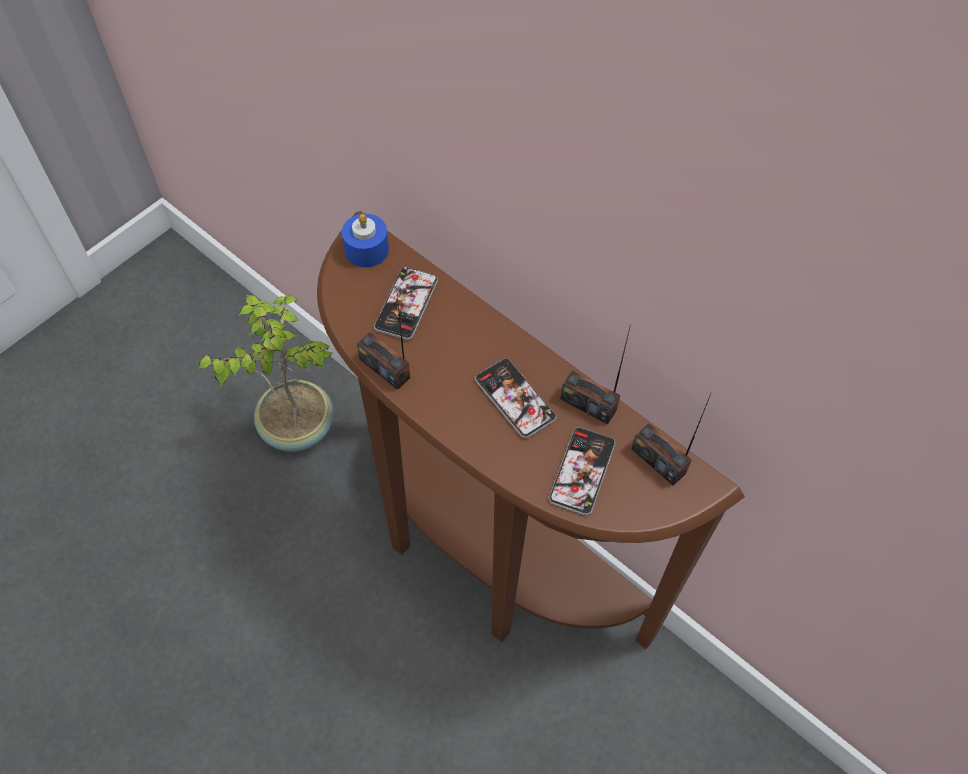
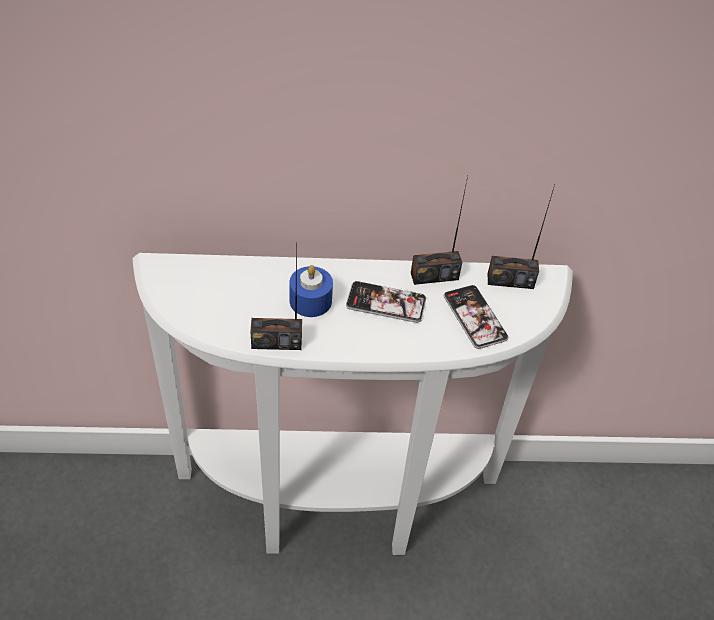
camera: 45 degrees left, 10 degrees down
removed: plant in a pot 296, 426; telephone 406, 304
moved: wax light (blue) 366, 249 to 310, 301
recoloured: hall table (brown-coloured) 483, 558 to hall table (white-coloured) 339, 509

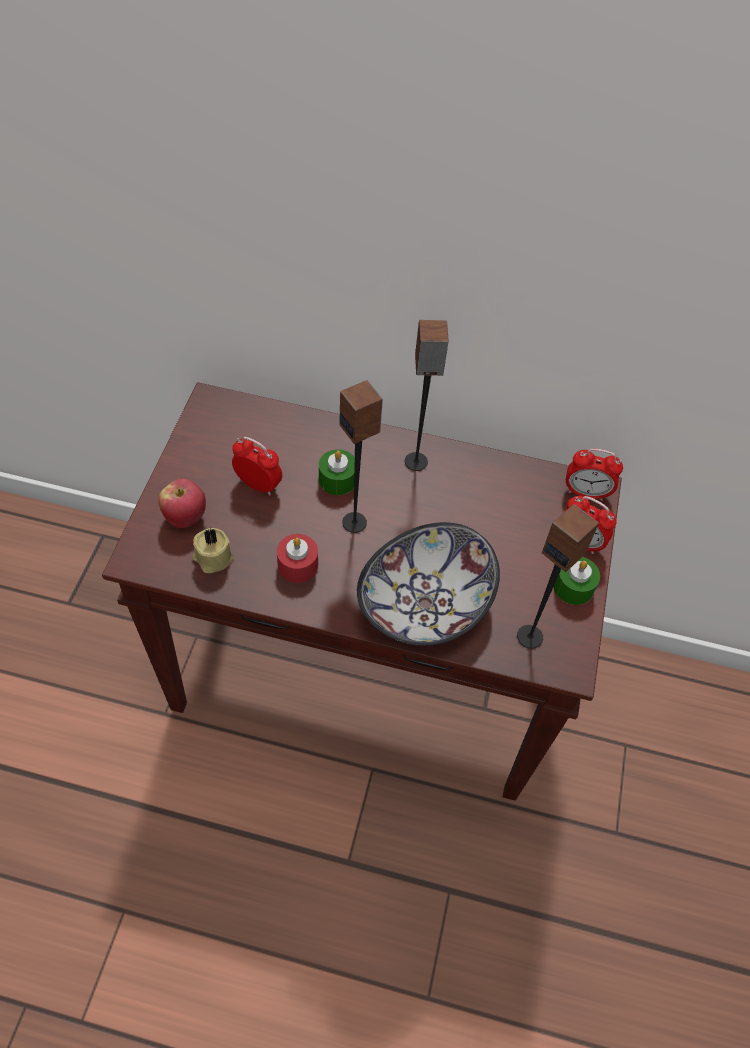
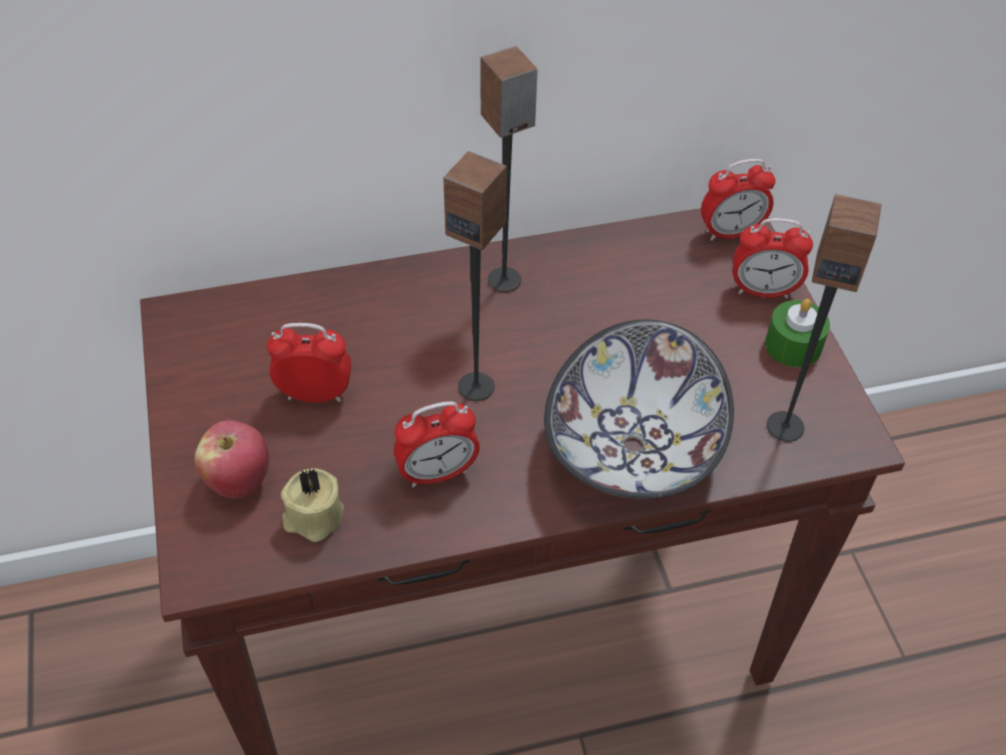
camera: 25 degrees left, 5 degrees down
removed: wax light (green) 337, 480
replaced: wax light (red) 297, 565 to alarm clock 437, 473

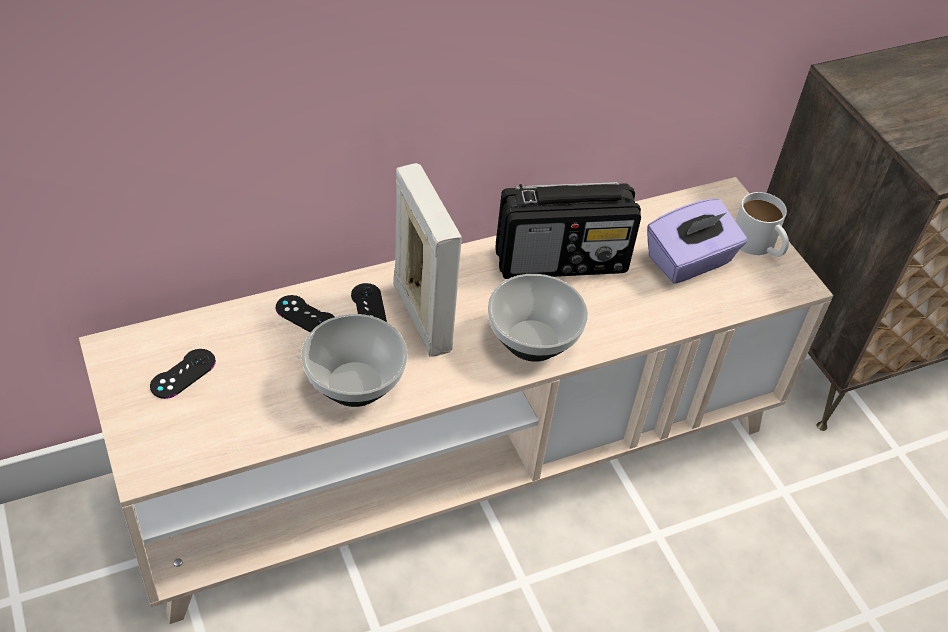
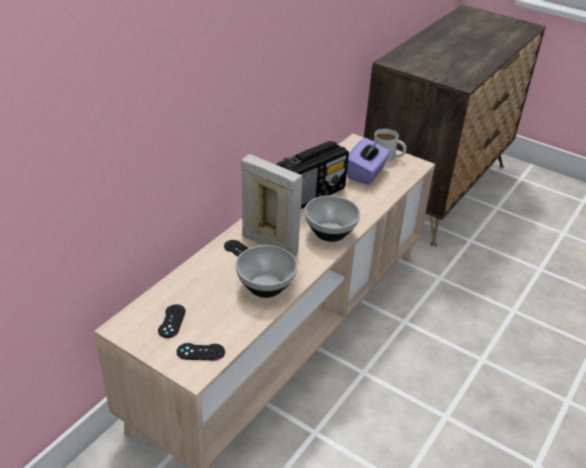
camera: 30 degrees left, 10 degrees down
moved: gamepad (blackish) 306, 316 to 200, 352

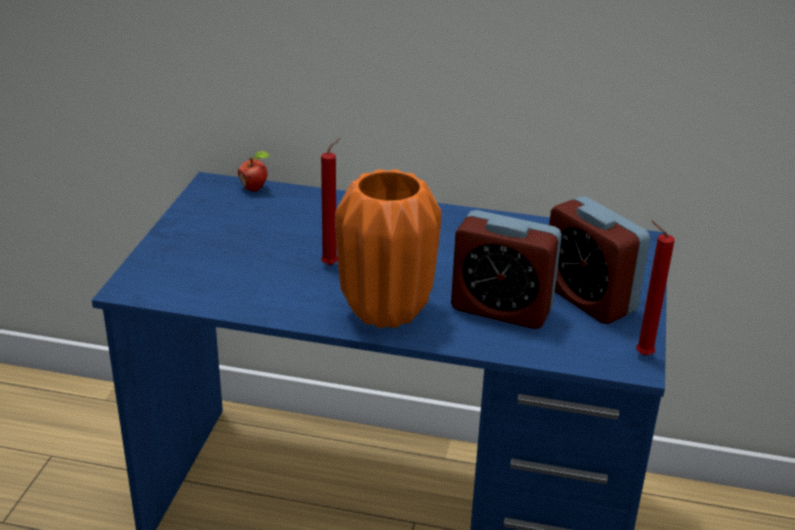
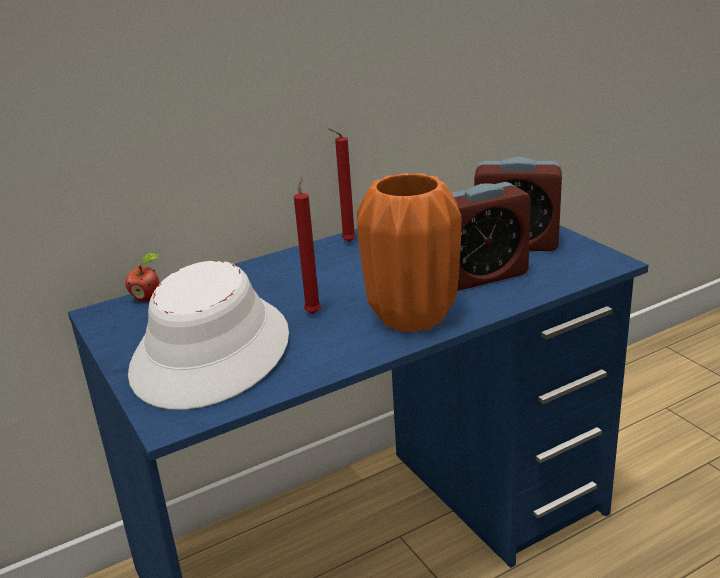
camera: 40 degrees left, 5 degrees down
added: wearable hat (white-coloured) 212, 353
moved: wax light (red) 641, 354 to 346, 242

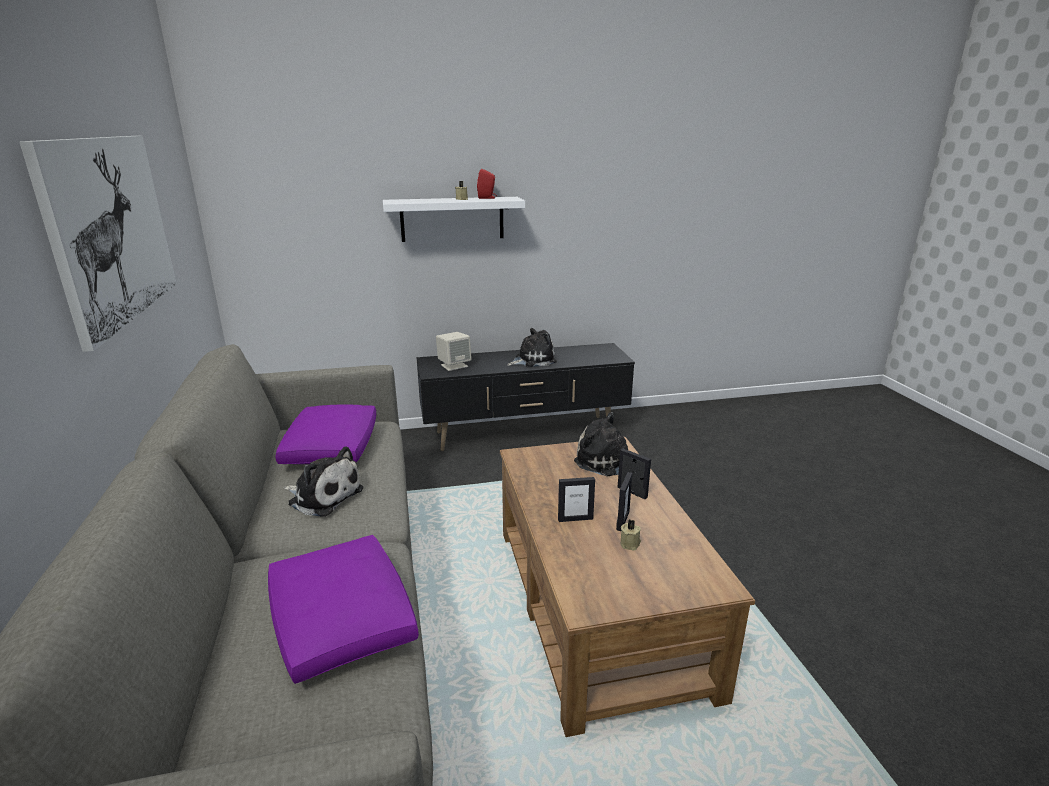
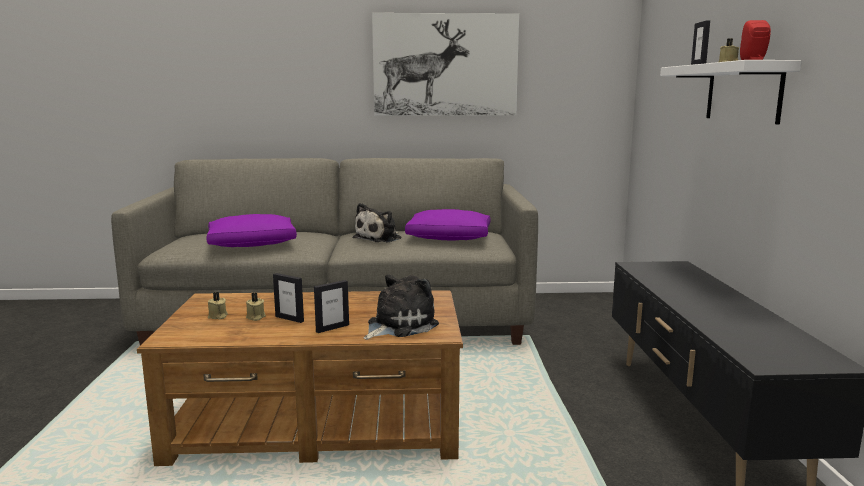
camera: 100 degrees right, 10 degrees down
removed: speaker (sand-coloured) 454, 365; cuddly toy 533, 360
added: wax light (sand-coloured) 218, 316
moved: picture frame 575, 519 to 698, 64

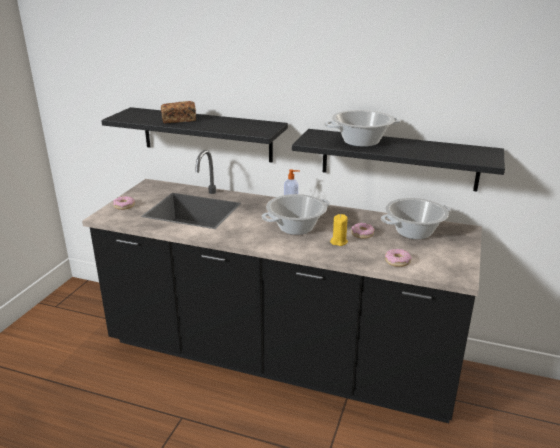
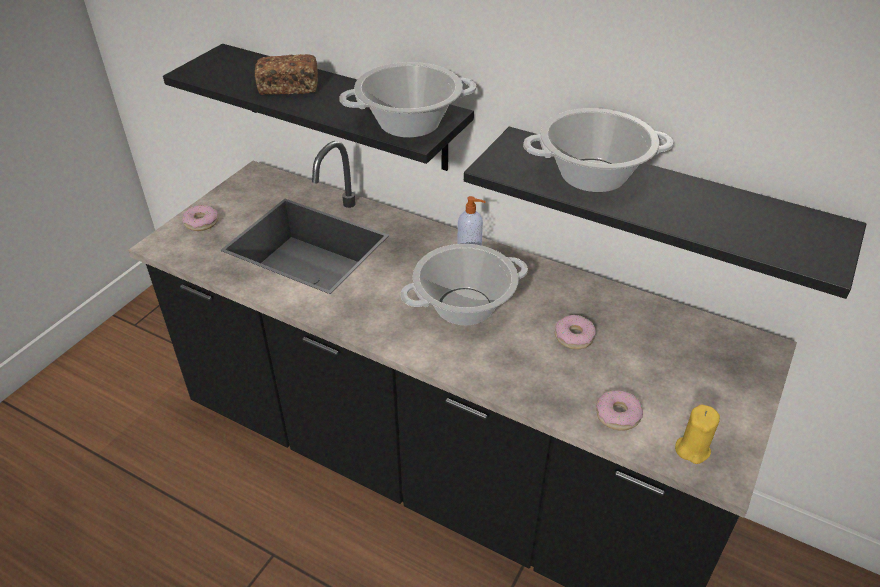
camera: 10 degrees right, 15 degrees up
moved: cooking pot 413, 231 to 409, 123; wax light (yellow-coloured) 338, 242 to 692, 449

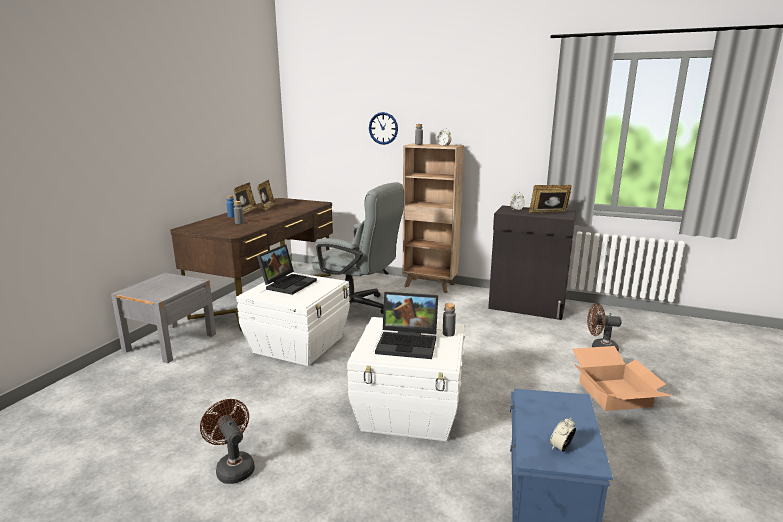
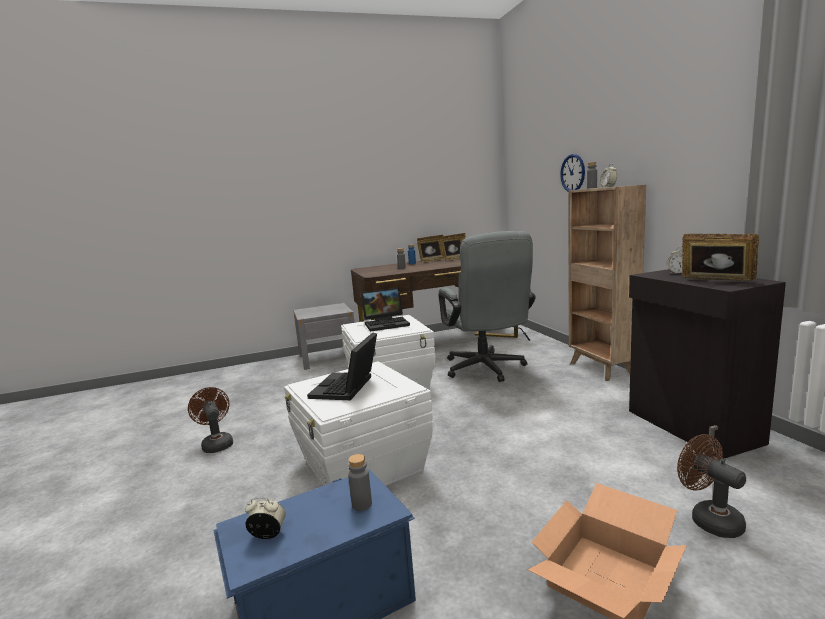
camera: 50 degrees right, 5 degrees down
moved: bottle (greyish) 448, 333 to 362, 504
turned: cooling fan (brown-coloured) 233, 467 = 216, 444 45 degrees counterclockwise; notebook computer 409, 343 = 347, 388 45 degrees clockwise

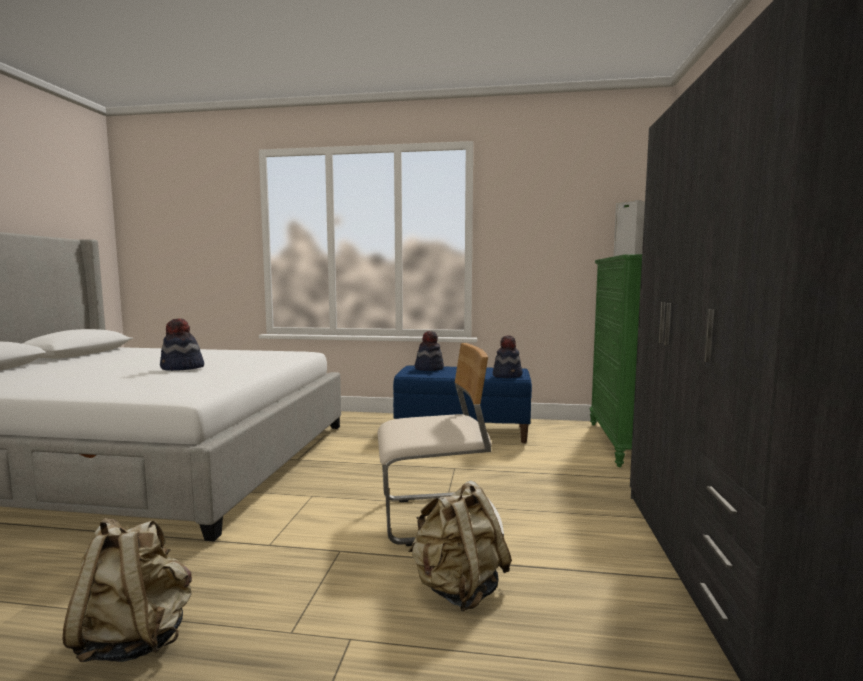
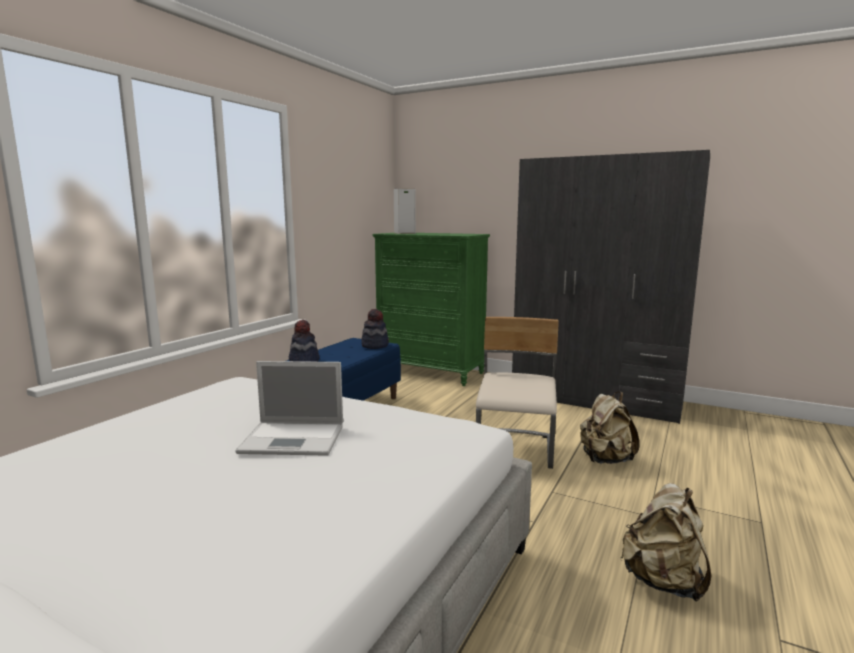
camera: 70 degrees left, 5 degrees up
replaced: wearable hat 182, 368 to notebook computer 295, 439

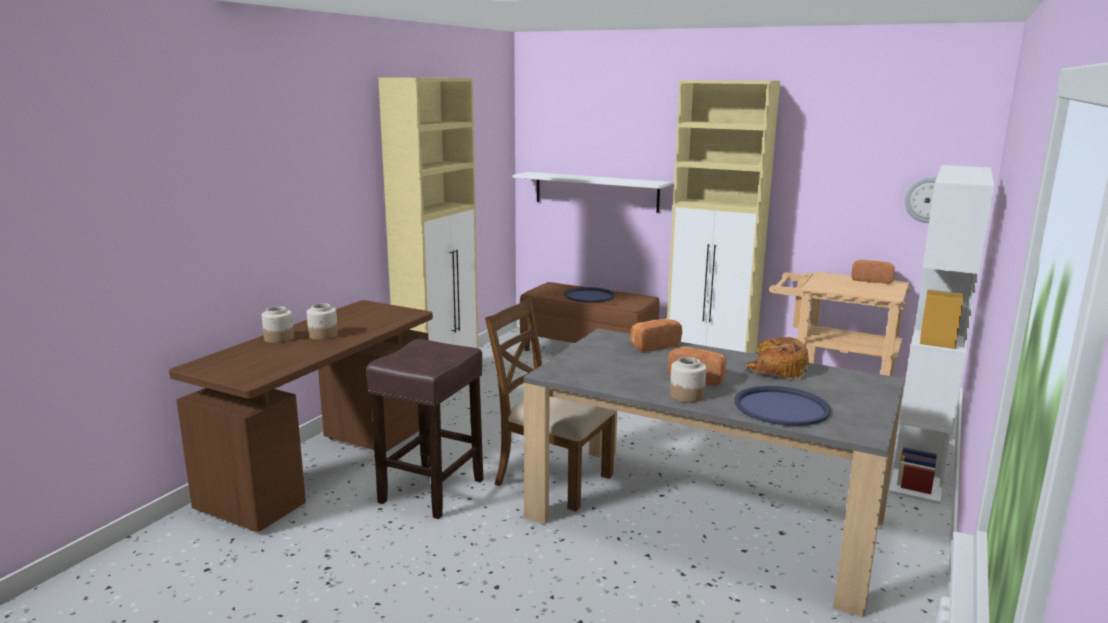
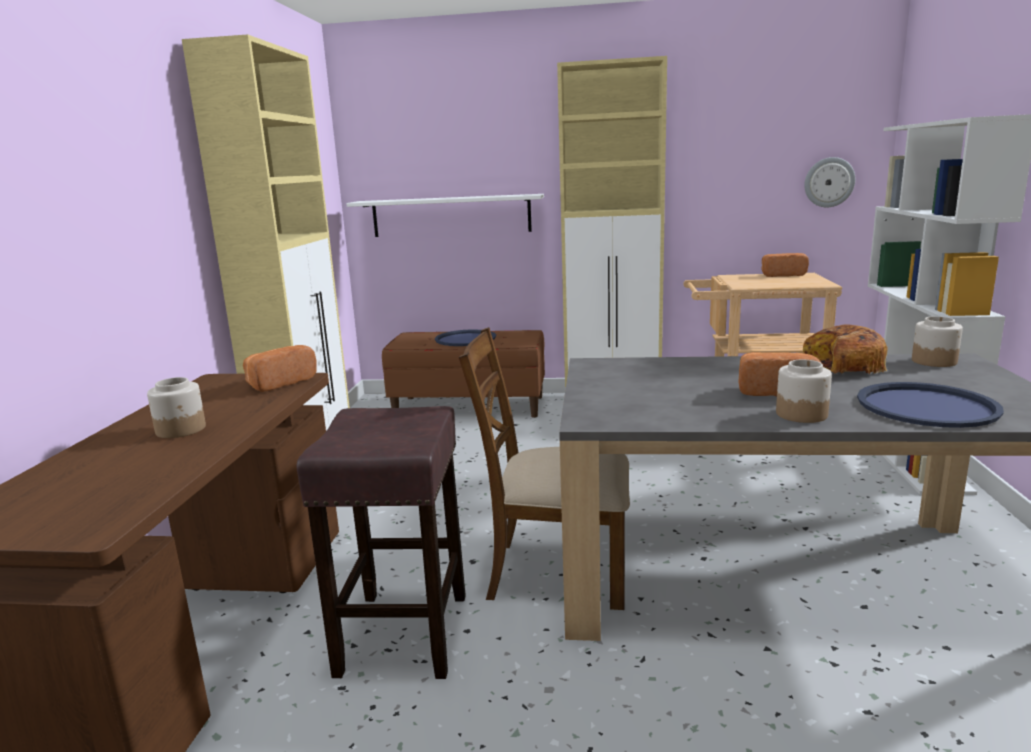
camera: 20 degrees left, 0 degrees up
moved: baked bread 652, 345 to 279, 383; storage jar 279, 338 to 934, 361

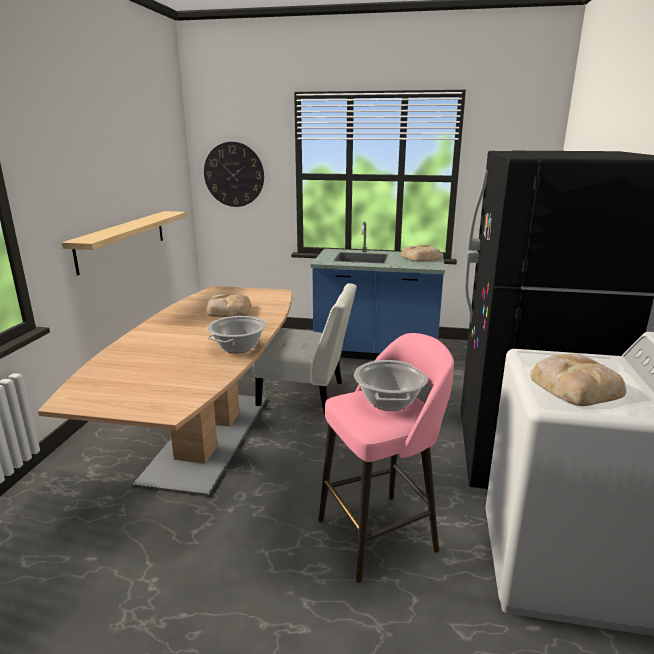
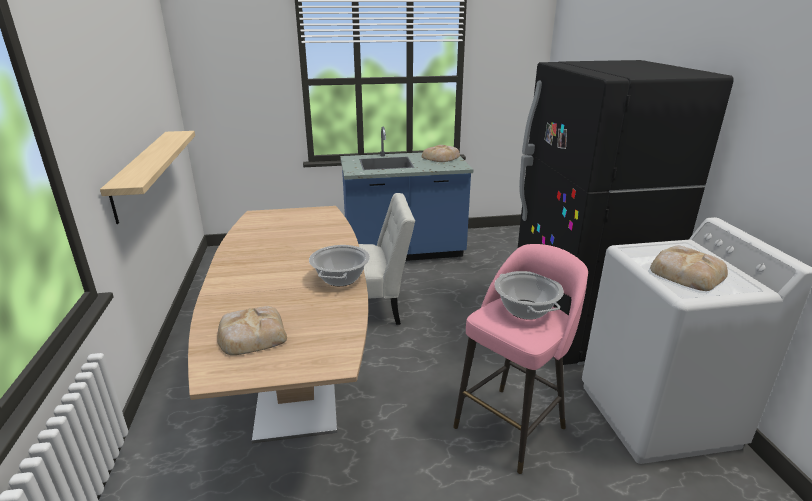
camera: 20 degrees left, 5 degrees up
removed: wall clock 234, 174
moved: baked bread 228, 310 to 251, 335

